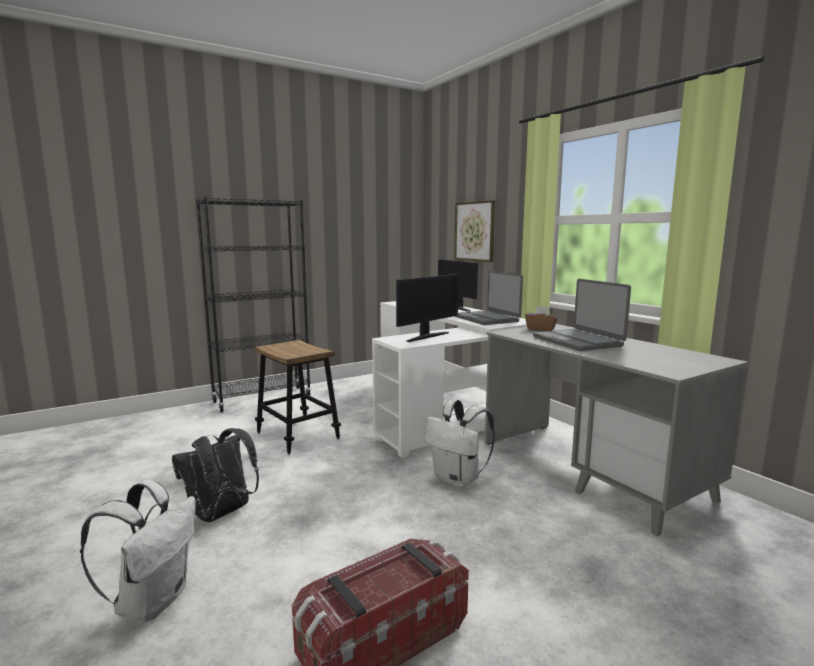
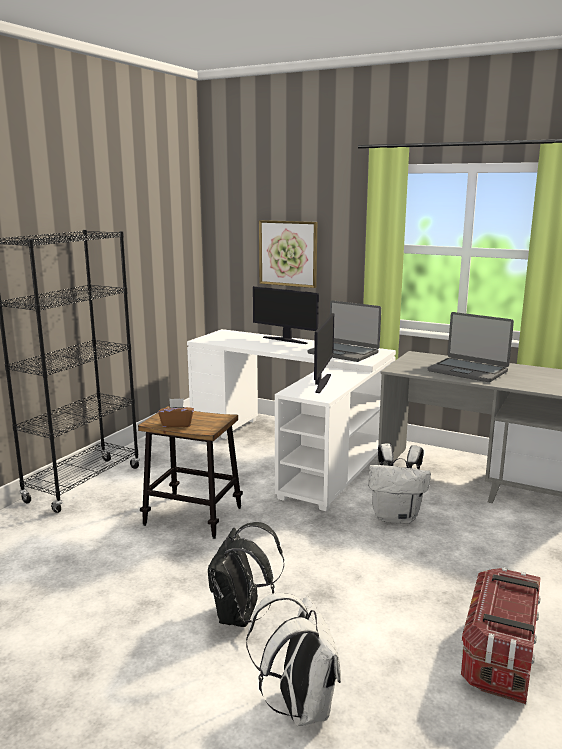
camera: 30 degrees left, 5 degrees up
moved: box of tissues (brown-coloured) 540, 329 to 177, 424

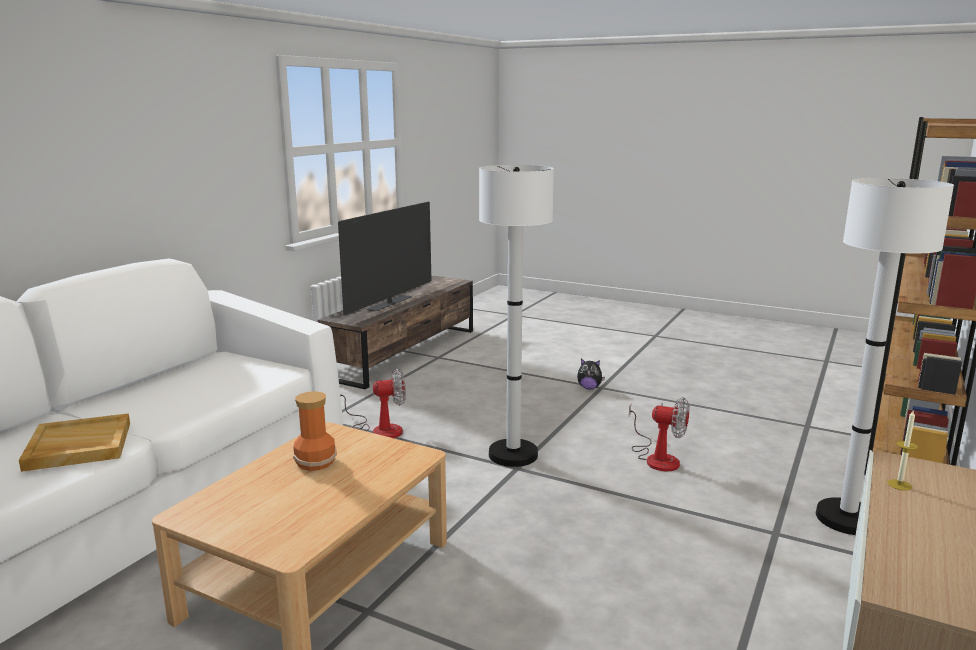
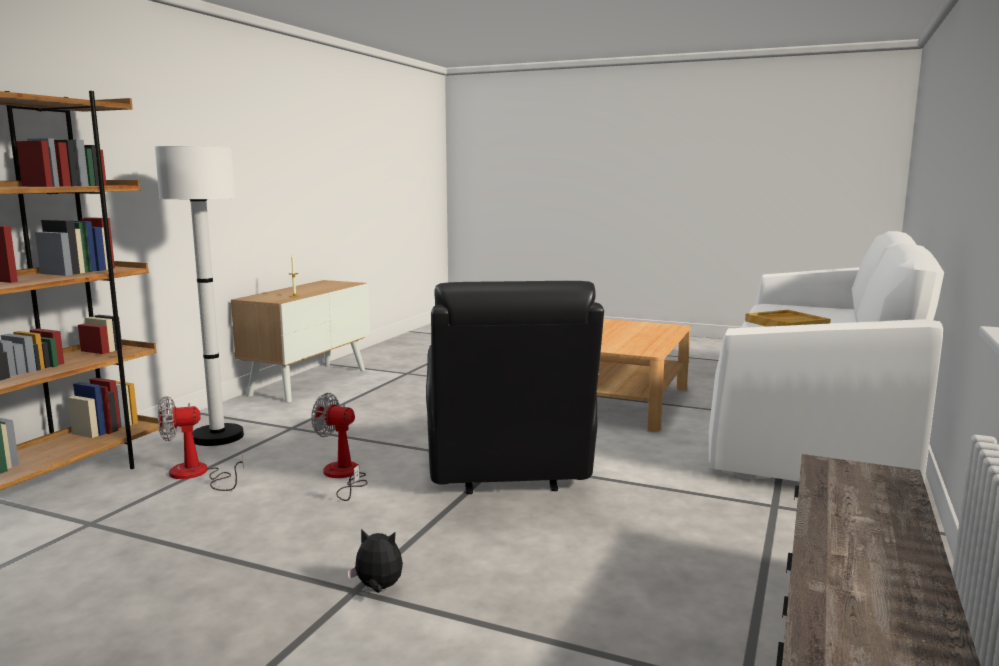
camera: 175 degrees right, 5 degrees down
removed: flower vase 315, 462; TV 390, 303
moved: cooling fan 379, 429 to 197, 475
replaced: standard lamp (white-coloured) 513, 455 to lounge chair (blackish) 507, 473

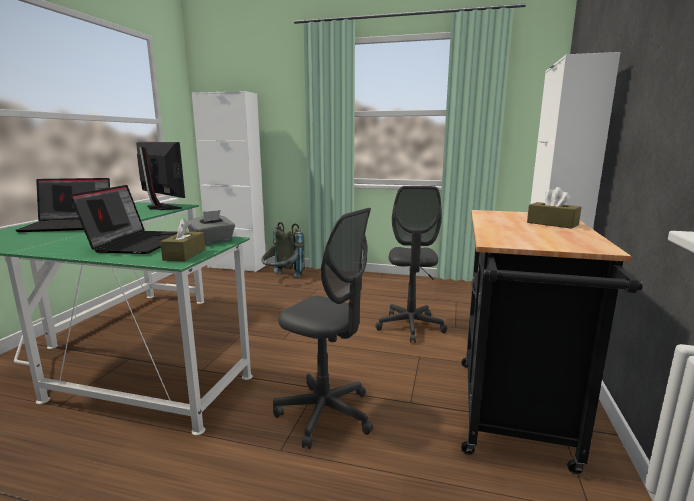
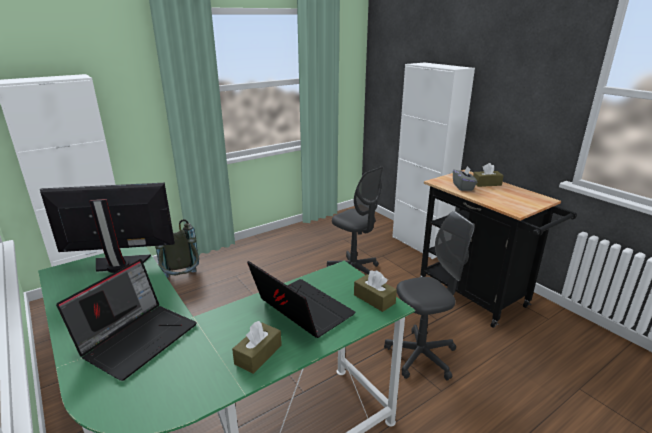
camera: 50 degrees left, 10 degrees up
added: box of tissues (brown-coloured) 258, 354
moved: box of tissues (greyish) 213, 241 to 463, 187

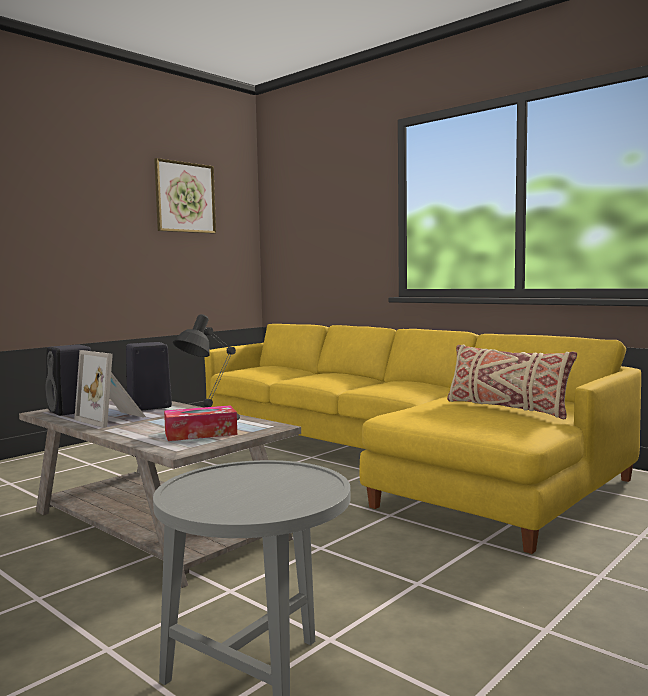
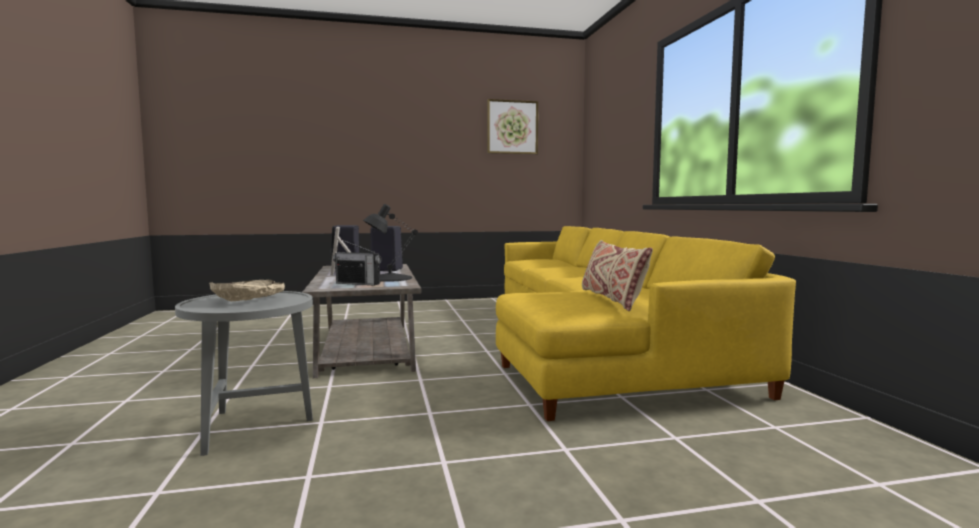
camera: 35 degrees right, 0 degrees up
added: bowl (sand-coloured) 249, 300
replaced: box of tissues 200, 433 to radio 358, 283

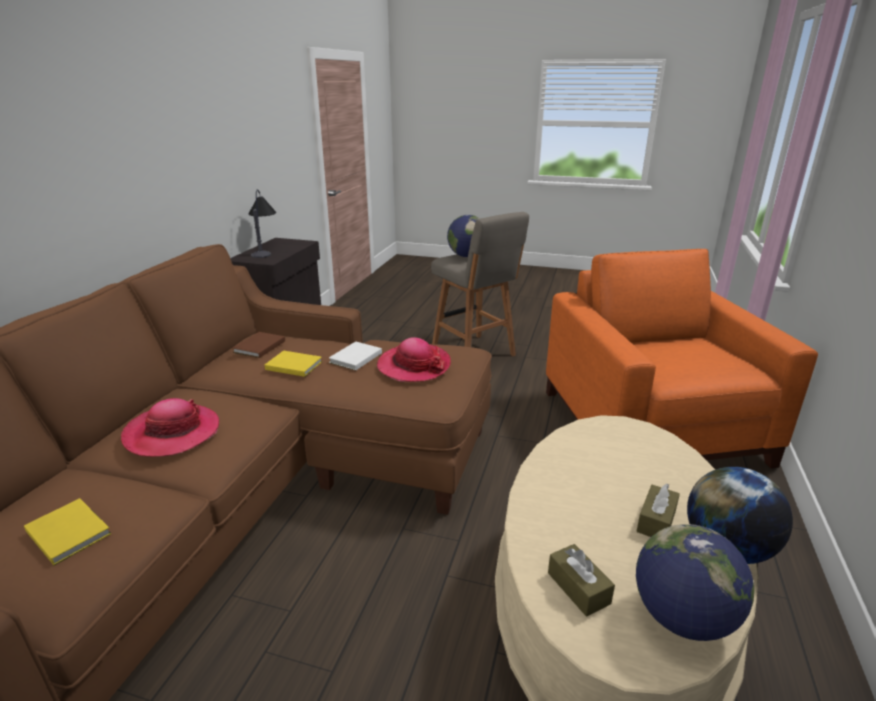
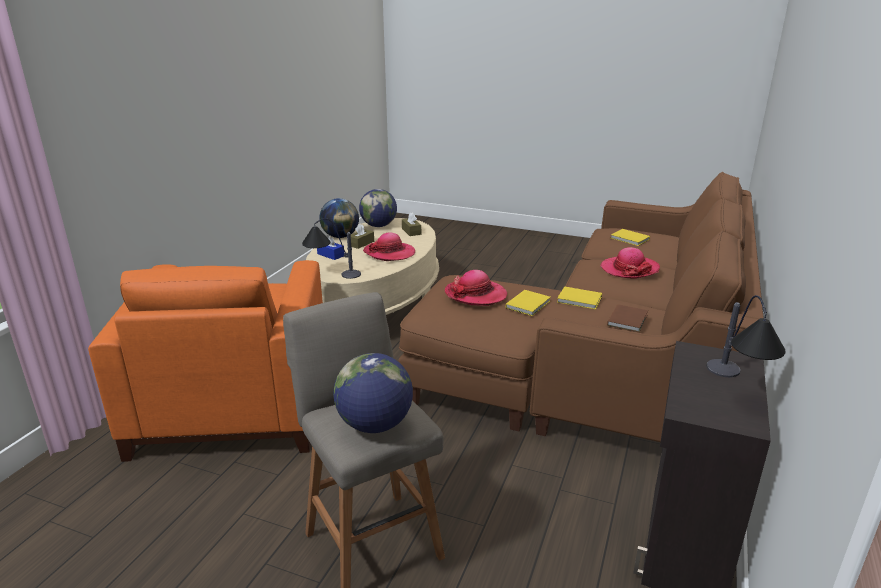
camera: 175 degrees left, 0 degrees up
added: lamp for a table 331, 275; box of tissues (blue) 330, 255; wearable hat 389, 253
recoloured: bound book (white-coloured) 354, 358 to bound book (yellow-coloured) 529, 304

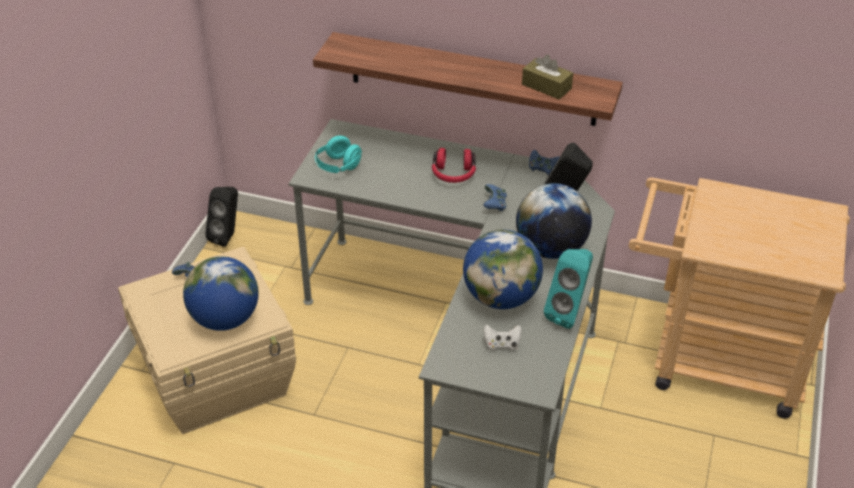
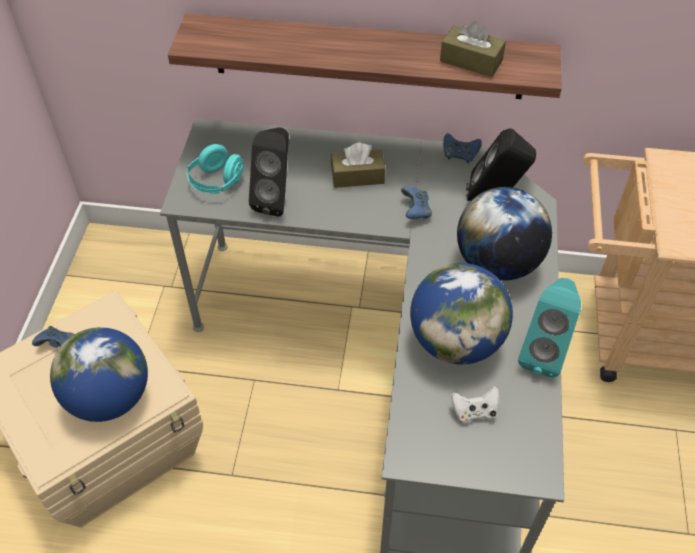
camera: 10 degrees left, 10 degrees up
moved: speaker (blackish) 228, 236 to 276, 199
replaced: pair of headphones (red) 453, 175 to box of tissues (brown-coloured) 357, 176

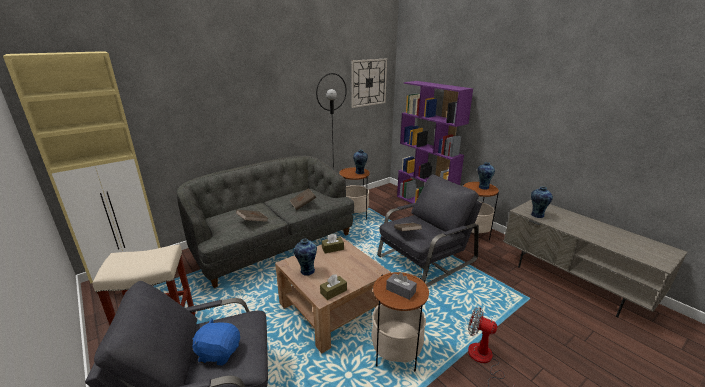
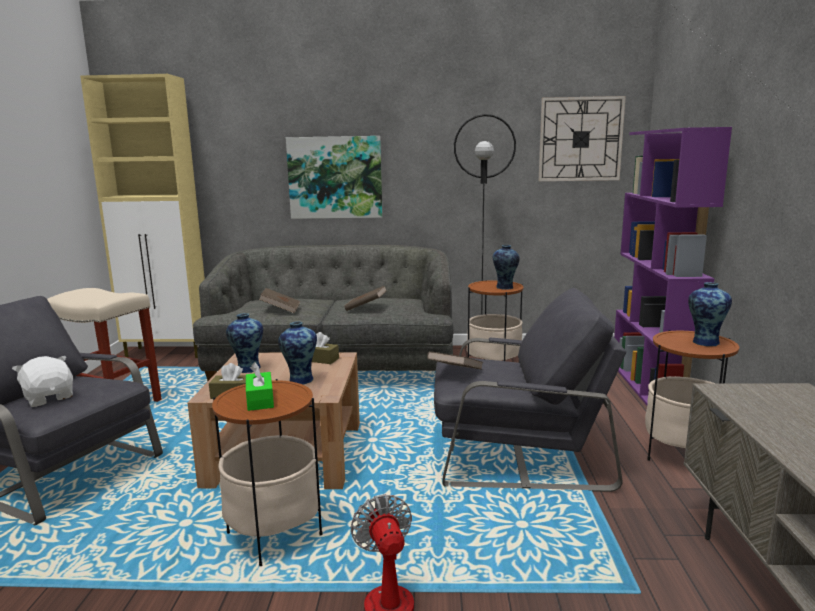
camera: 40 degrees right, 10 degrees down
added: wall picture 335, 177
moved: flower vase 536, 215 to 300, 380
recoloured: cuddly toy (blue) 218, 352 to cuddly toy (white-coloured) 49, 398; box of tissues (greyish) 400, 290 to box of tissues (green) 260, 400

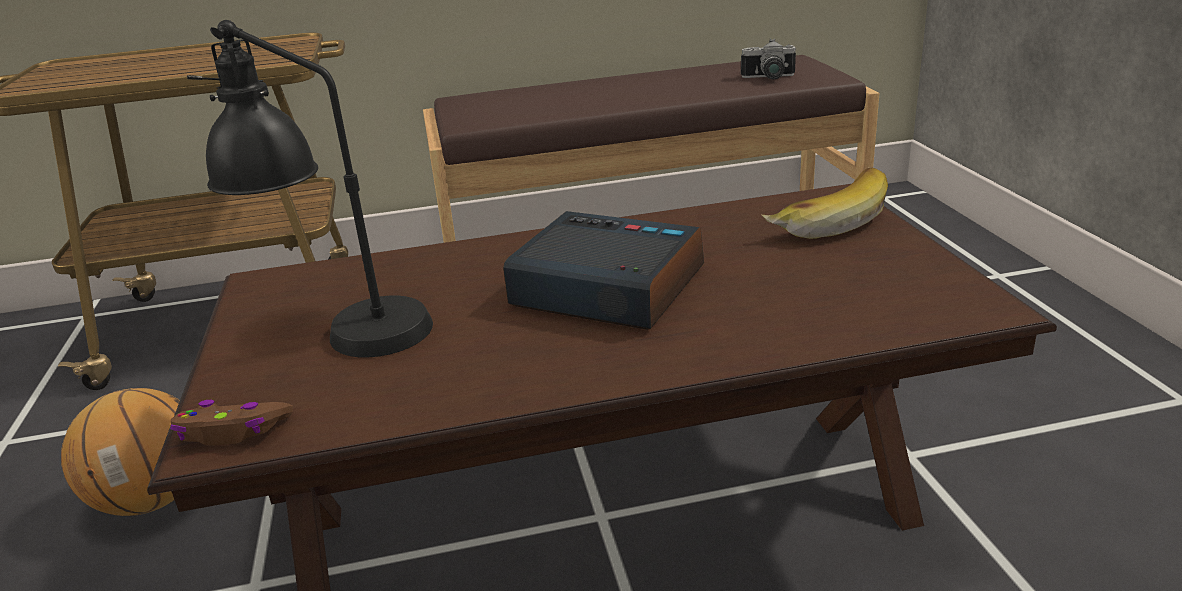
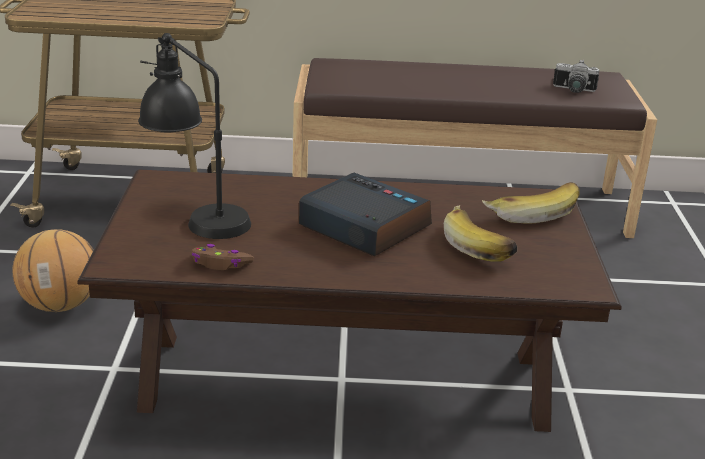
camera: 10 degrees right, 0 degrees up
added: whole banana 480, 246
moved: gamepad (brown-coloured) 233, 432 to 221, 264

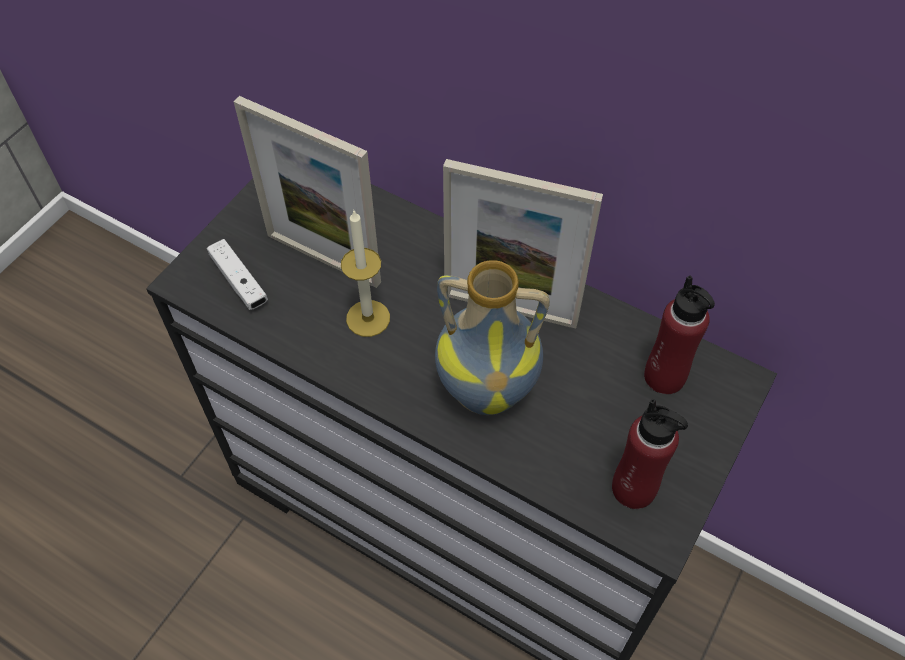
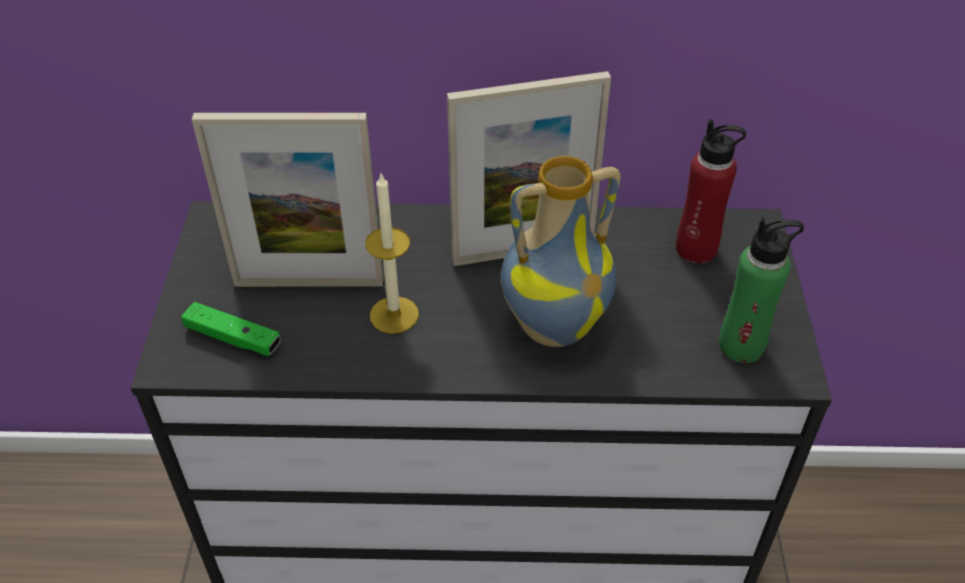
camera: 30 degrees left, 10 degrees down
recoloured: gamepad (white-coloured) 239, 281 to gamepad (green) 233, 338; bottle (red) 634, 488 to bottle (green) 741, 345

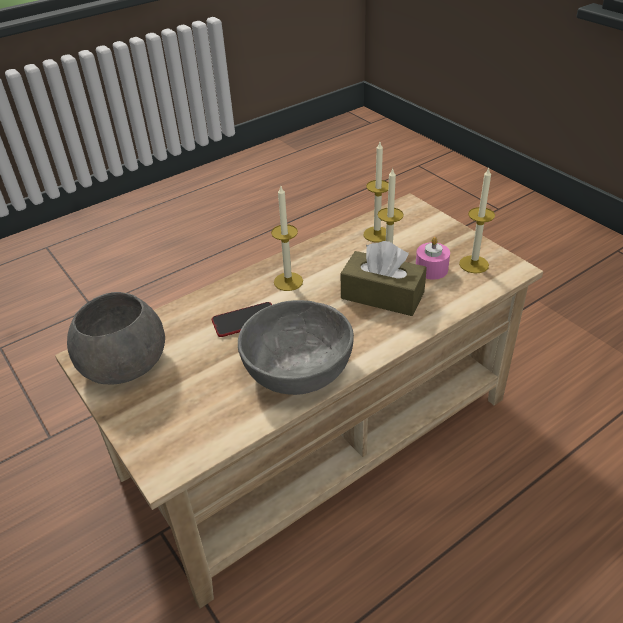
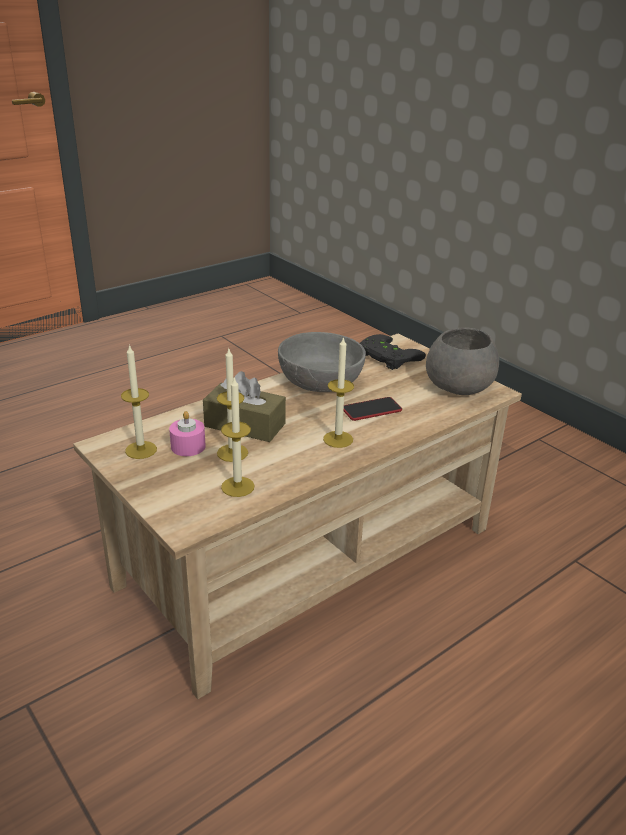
camera: 175 degrees right, 10 degrees down
added: gamepad (blackish) 386, 357

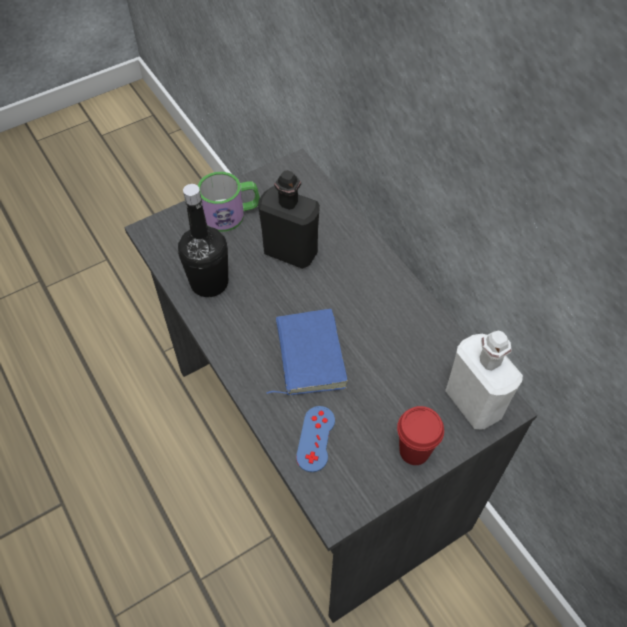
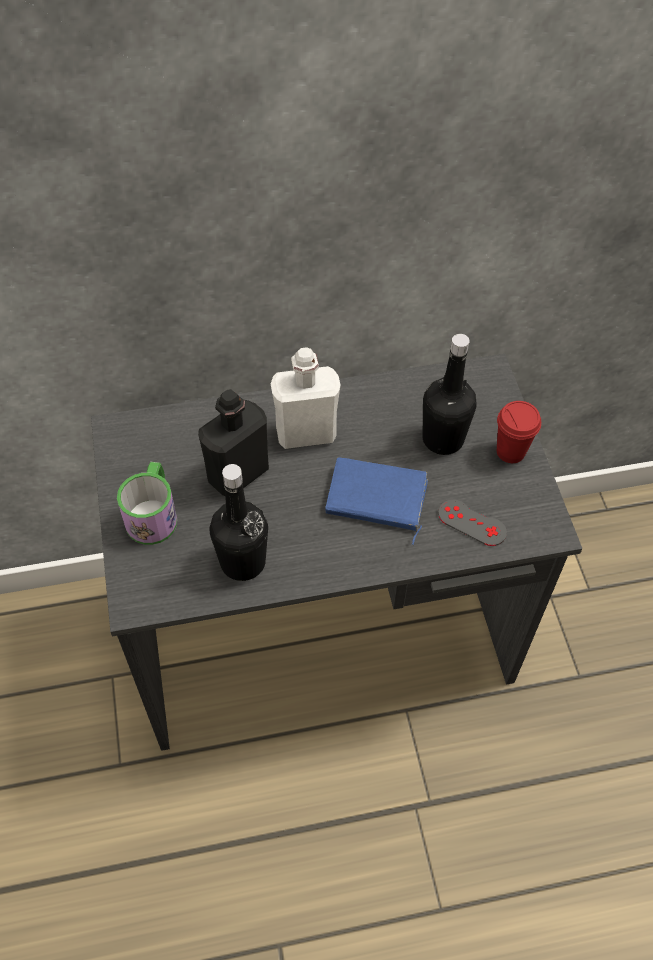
camera: 70 degrees left, 0 degrees up
added: bottle (blackish) 443, 439
moved: bottle (white-coloured) 473, 403 to 306, 433
recoloured: gamepad (blue) 315, 438 to gamepad (greyish) 472, 523

